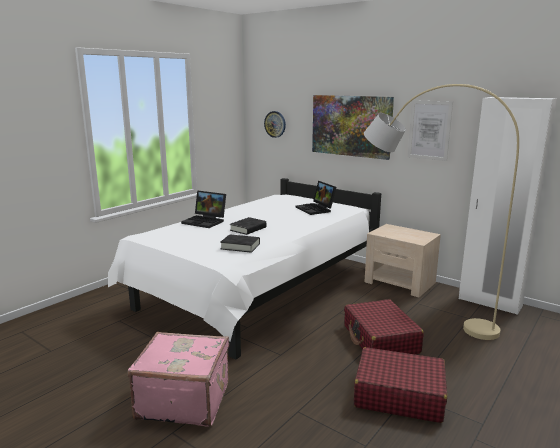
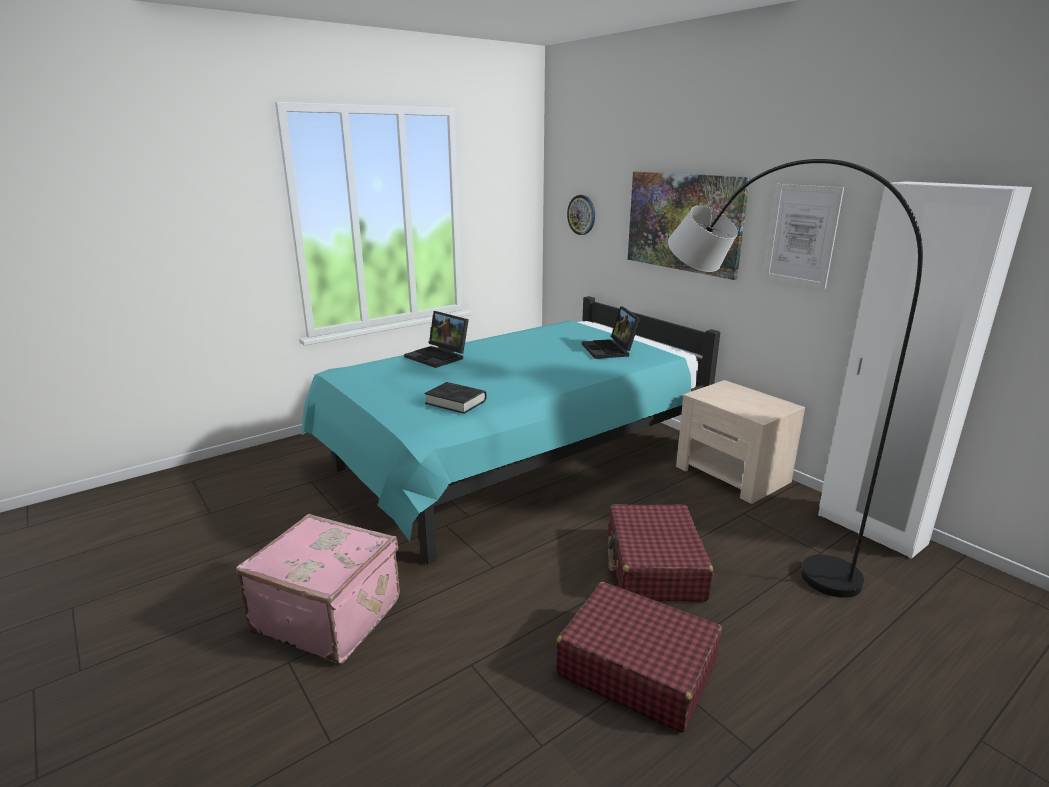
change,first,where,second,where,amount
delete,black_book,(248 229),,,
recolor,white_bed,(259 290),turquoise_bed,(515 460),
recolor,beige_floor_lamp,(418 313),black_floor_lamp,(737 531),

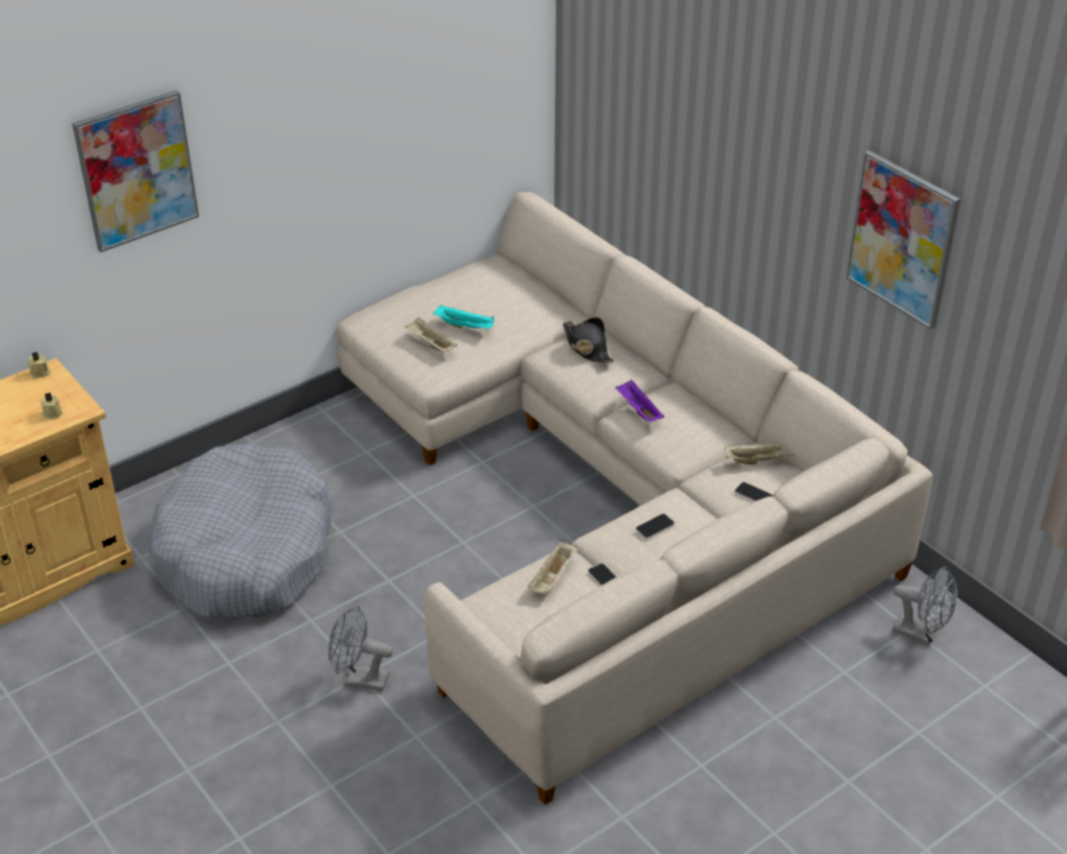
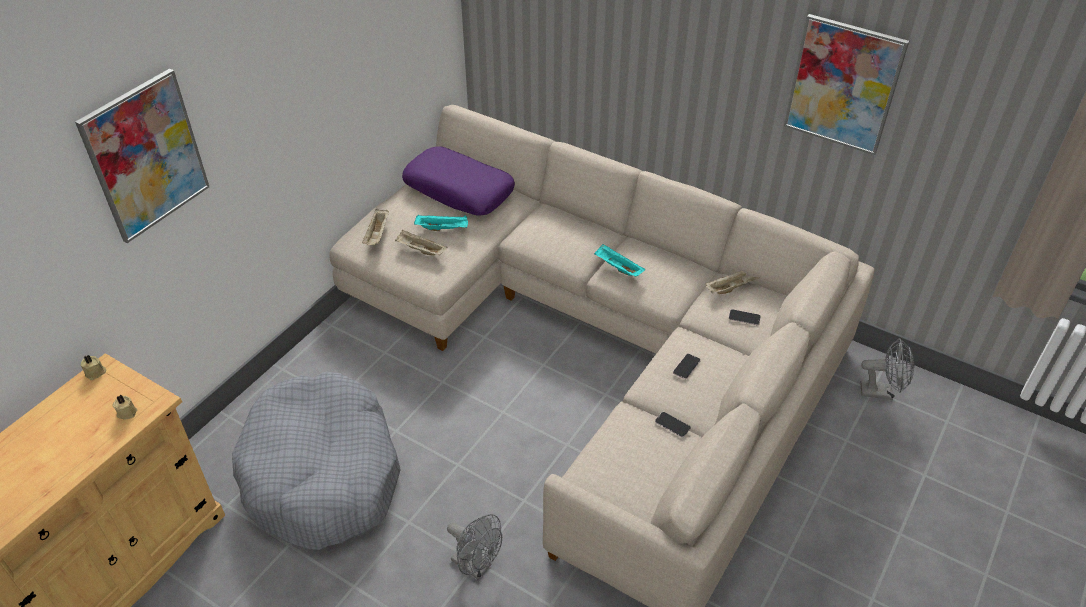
change,first,where,second,where,amount
delete,black_hat,(587 347),,,
insert,,,purple_pillow,(459 190),
move,beige_tray,(553 578),,(377 235),
recolor,purple_tray,(638 410),turquoise_tray,(617 268),
rotate,grey_fan,(359 679),,(476 566),135 degrees counterclockwise

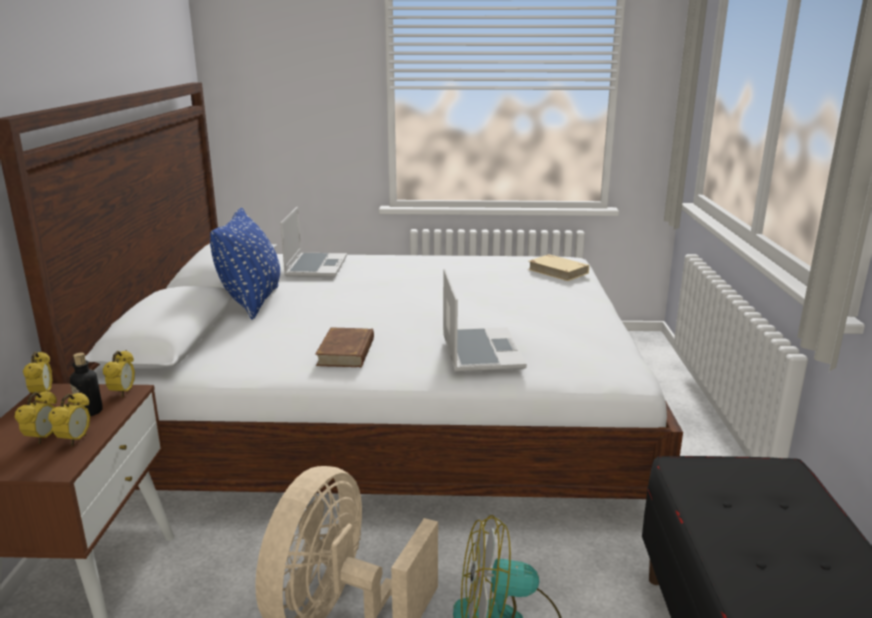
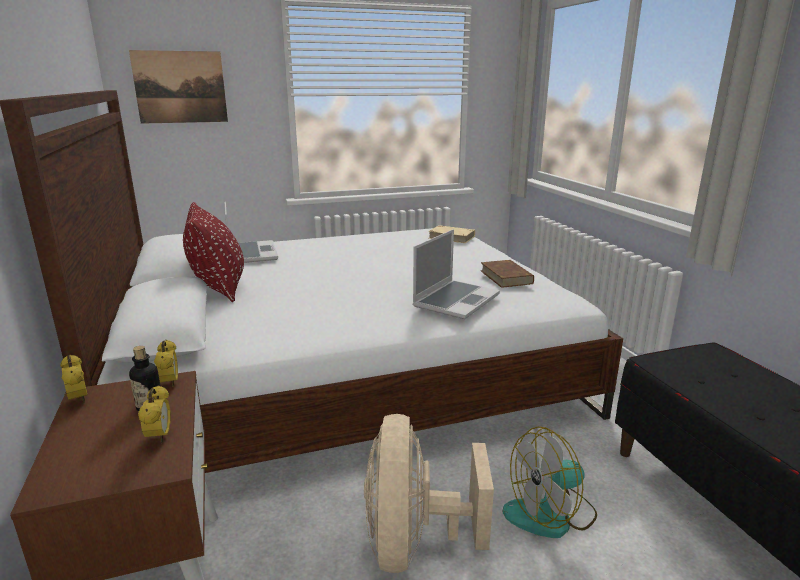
change,first,where,second,where,amount
delete,alarm_clock,(43 438),,,
insert,,,picture,(180 87),
move,brown_book,(346 352),,(506 277),
recolor,blue_pillow,(252 302),red_pillow,(219 288),
rotate,laptop,(479 351),,(456 300),60 degrees clockwise

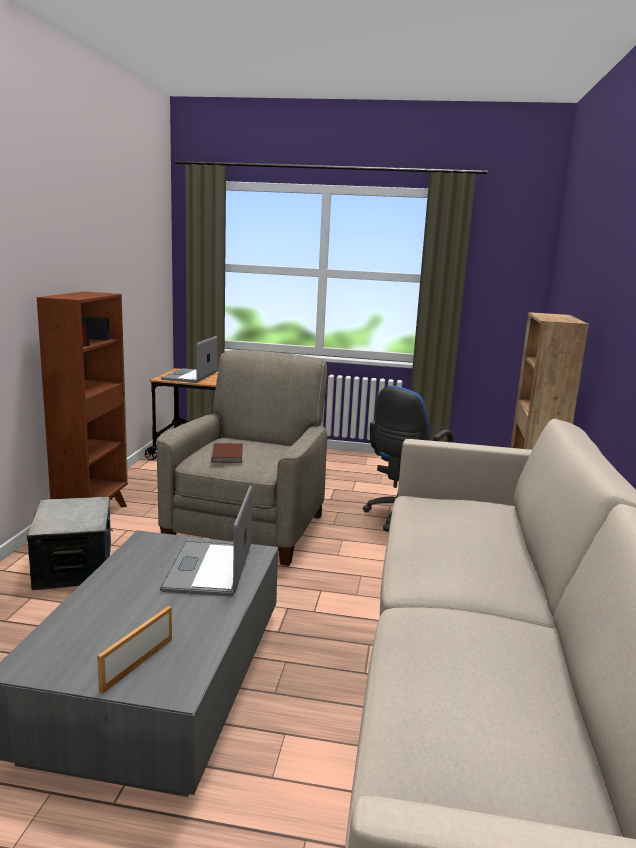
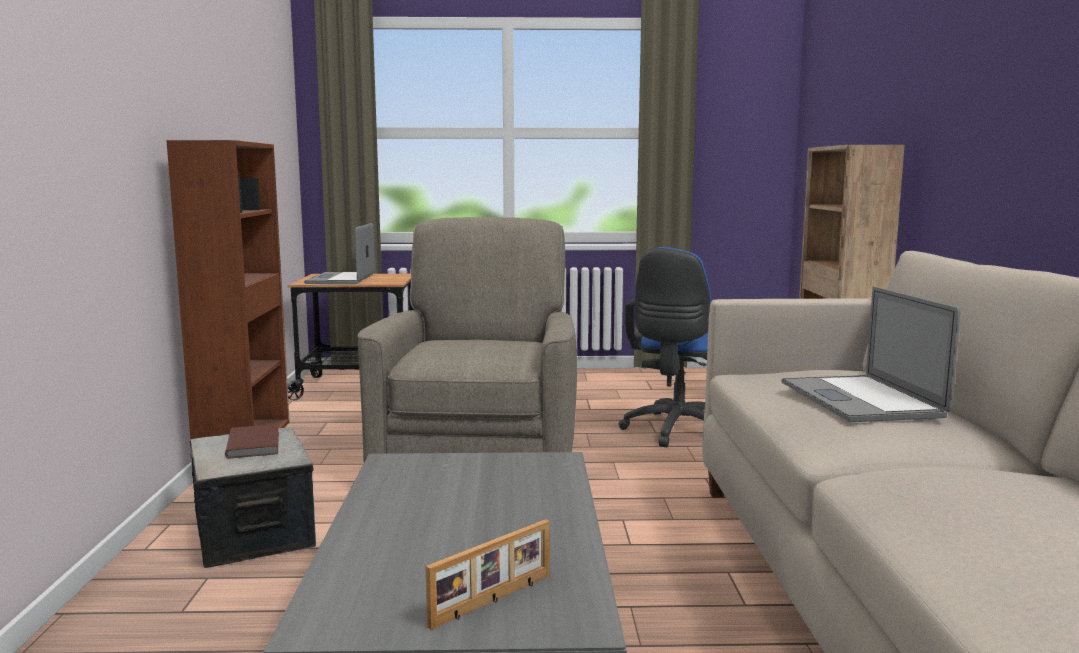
change,first,where,second,where,amount
move,laptop,(209 568),,(860 399),
move,brown_book,(228 455),,(255 444),
rotate,picture_frame,(136 664),,(493 601),150 degrees counterclockwise

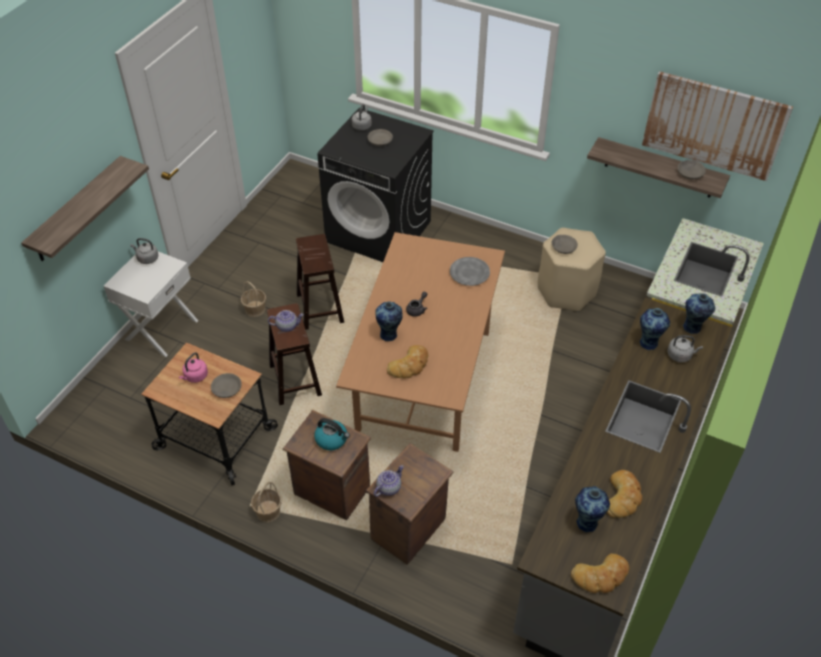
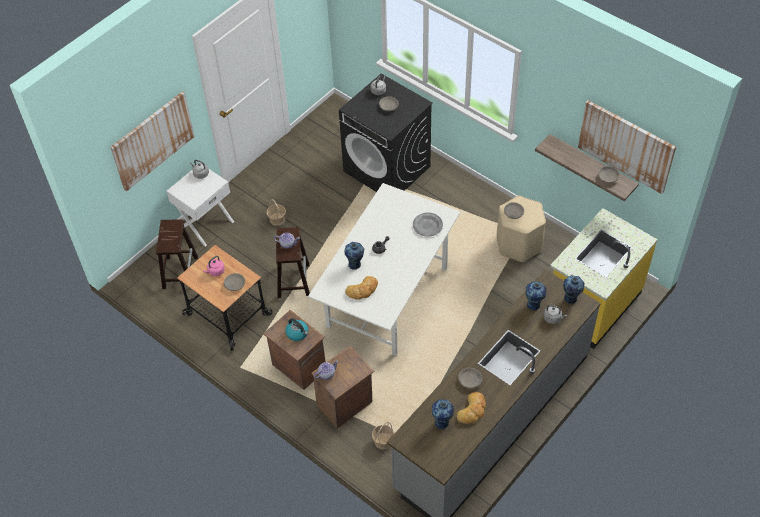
change,first,where,second,where,amount
delete,bread,(601 576),,,
insert,,,grey_bowl,(470 380),
move,basket,(268 511),,(383 441),
move,brown_stool,(319 307),,(180 271),
replace,shelf,(77 210),picture,(153 140),
recolor,brown_dining_table,(424 379),white_dining_table,(387 296),

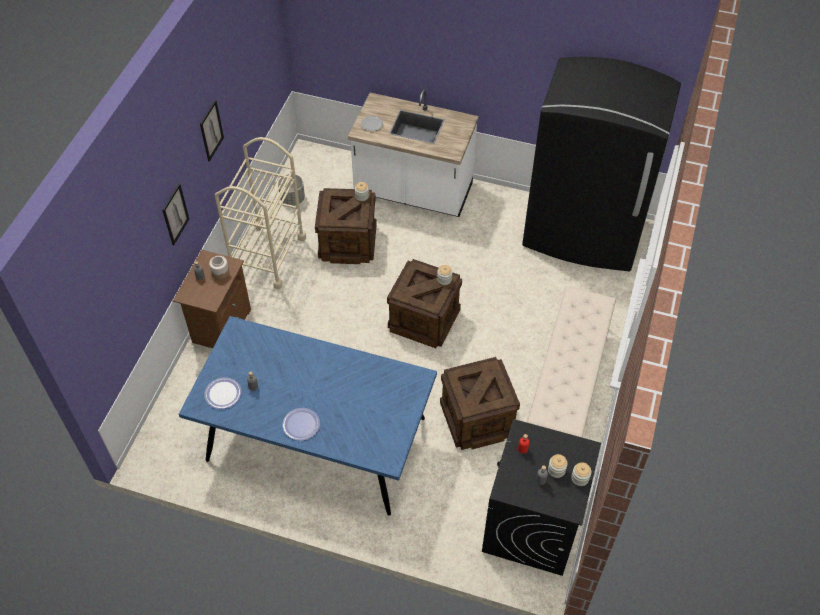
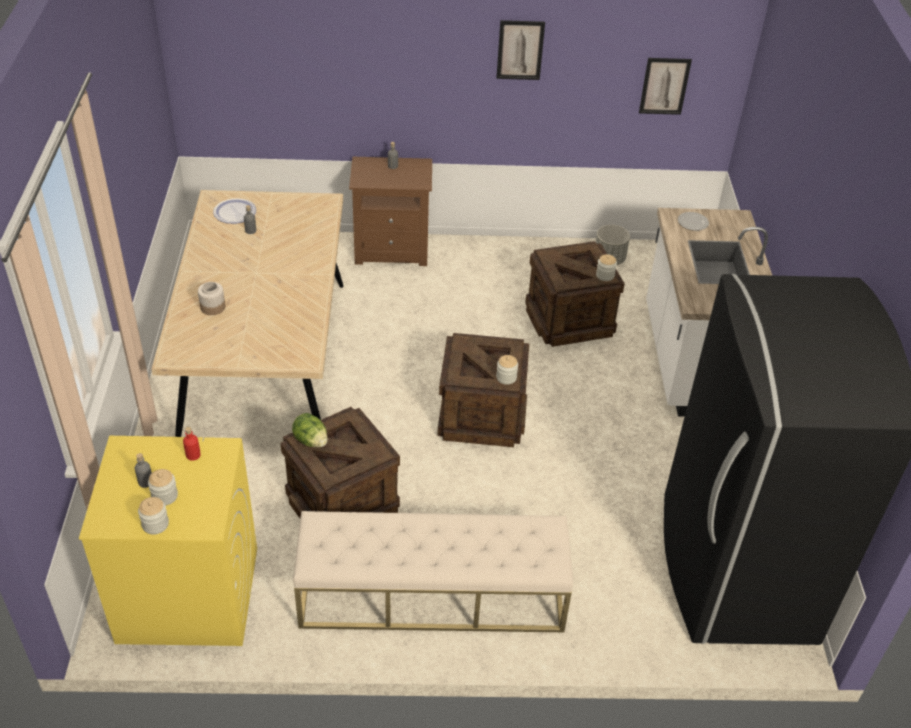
change,first,where,second,where,amount
delete,beige_cart,(268 256),,,
delete,plate,(301 425),,,
insert,,,lettuce,(311 441),
move,picture,(175 214),,(664 86),
move,jar,(220 272),,(213 307),
recolor,blue_dining_table,(315 439),beige_dining_table,(265 358),
recolor,black_washing_machine,(532 525),yellow_washing_machine,(187 594),

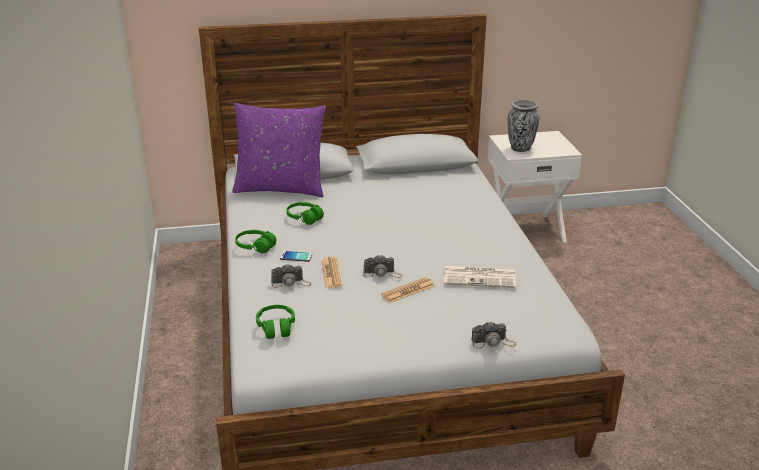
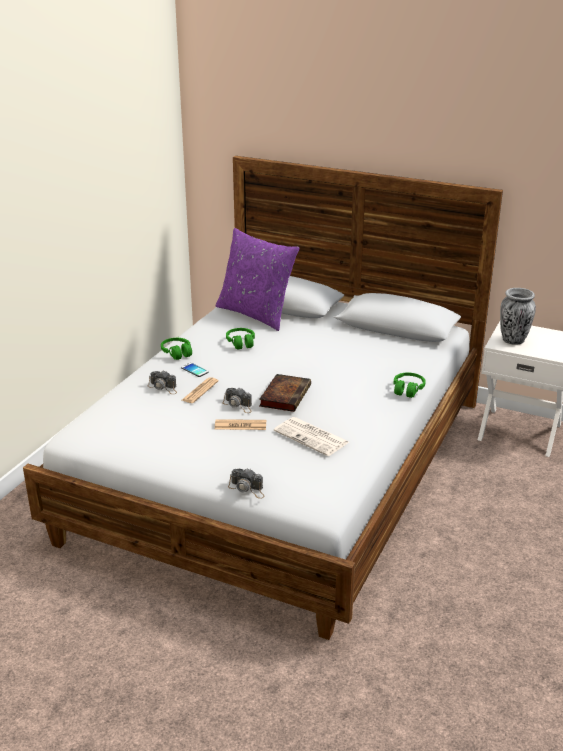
change,first,where,second,where,amount
insert,,,book,(285 395),
move,green_headphones,(276 327),,(408 390),

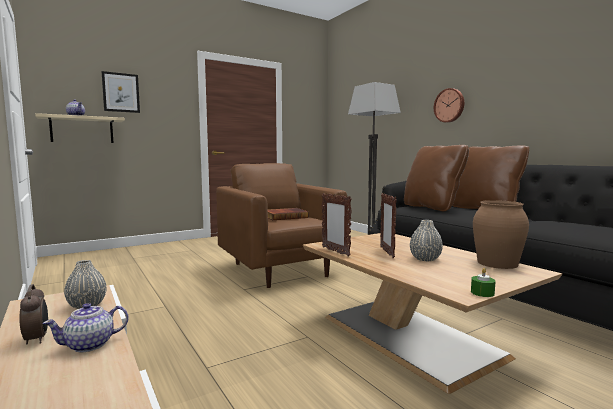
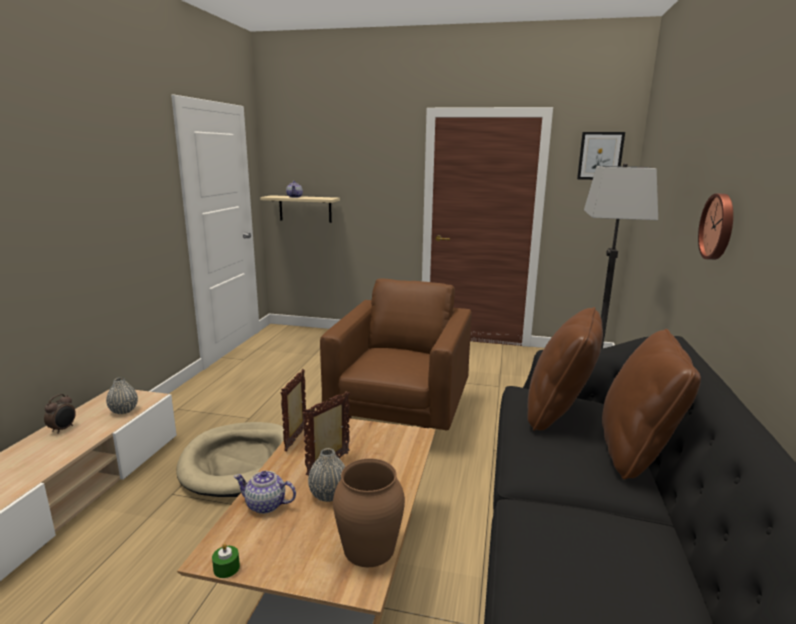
change,first,where,second,where,amount
delete,book,(285 216),,,
insert,,,beige_dog_bed,(240 462),
move,teapot,(90 345),,(266 505),
move,picture,(121 92),,(600 156),

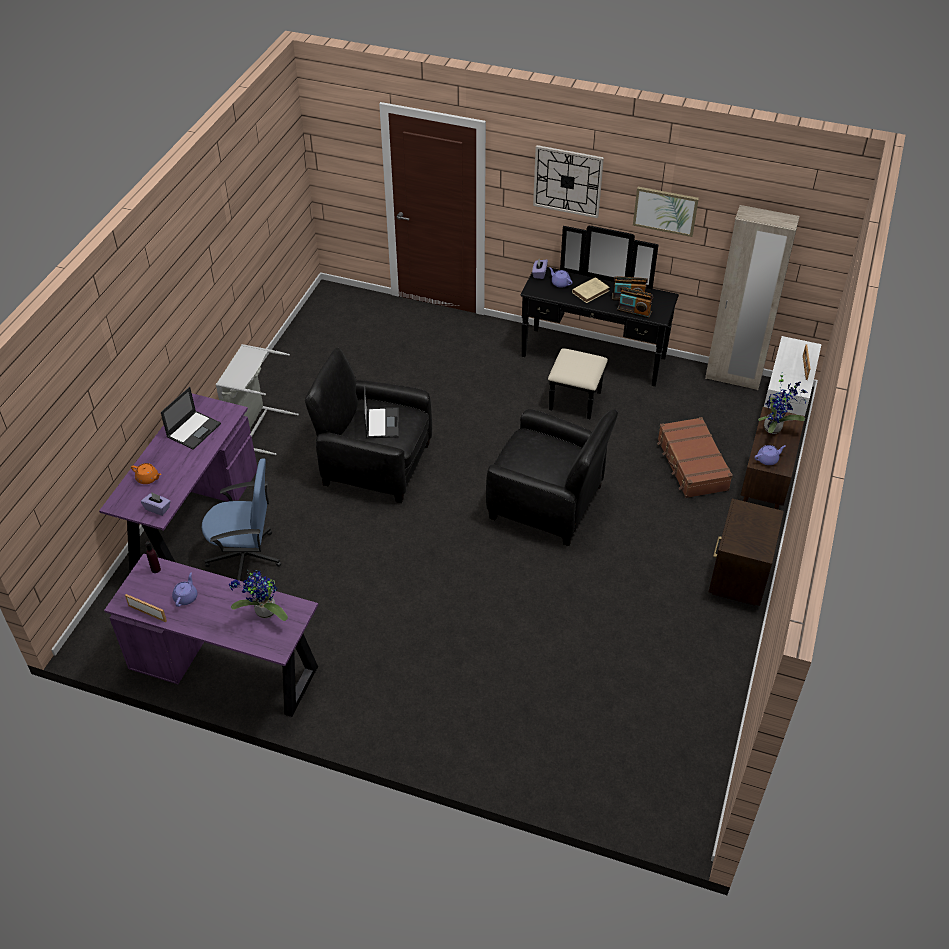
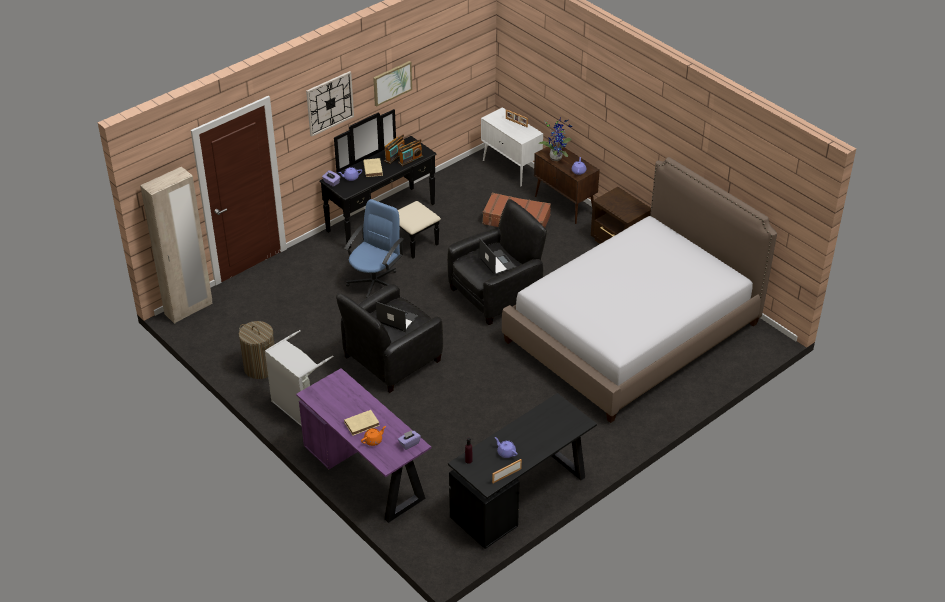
change,first,where,second,where,amount
delete,potted_plant,(263 613),,,
insert,,,laundry_basket,(260 368),
insert,,,beige_book,(362 423),
insert,,,bed,(632 332),
move,laptop,(194 430),,(497 262),
move,blue_office_chair,(246 557),,(375 283),
move,beige_wardrobe,(733 378),,(189 309),
recolor,purple_desk,(227 668),black_desk,(522 496),

